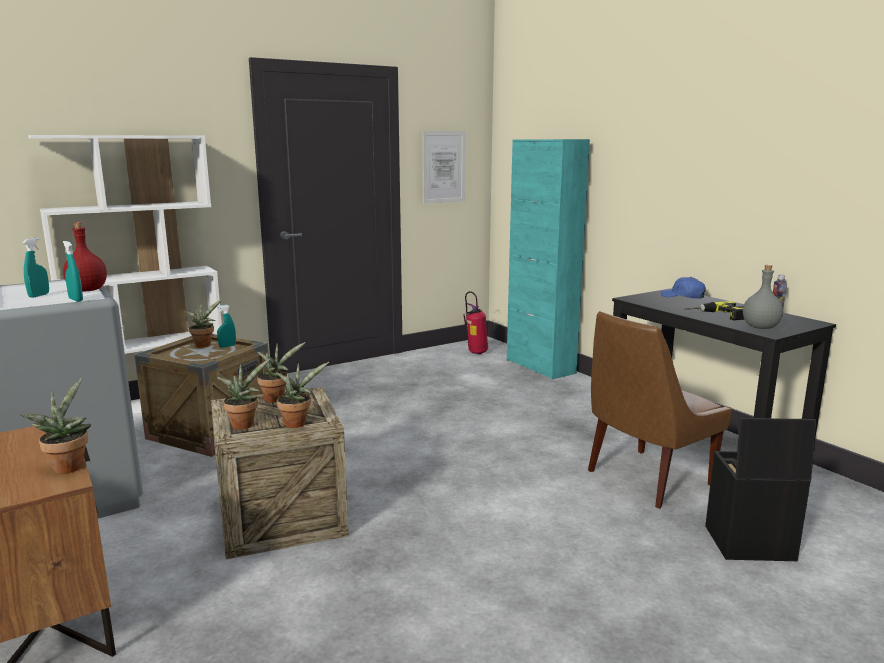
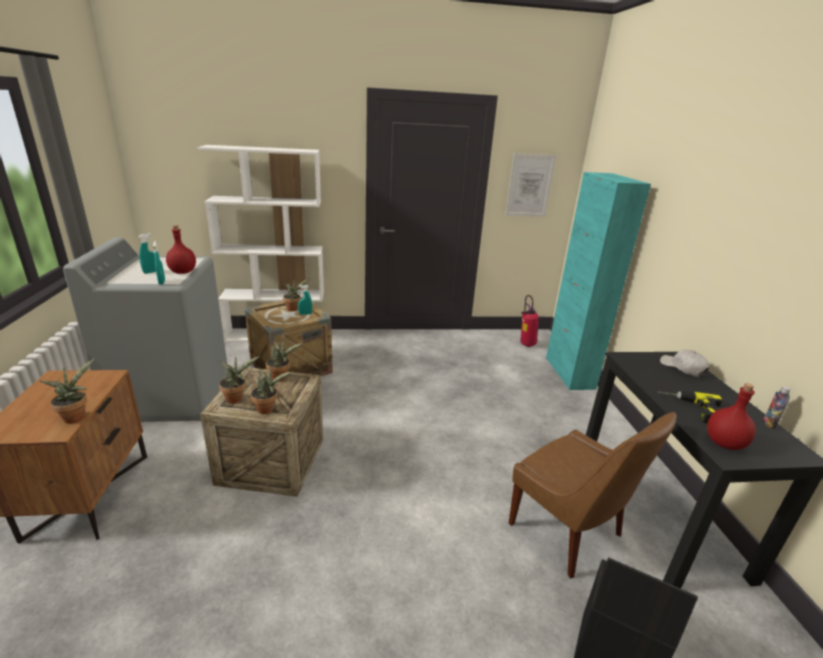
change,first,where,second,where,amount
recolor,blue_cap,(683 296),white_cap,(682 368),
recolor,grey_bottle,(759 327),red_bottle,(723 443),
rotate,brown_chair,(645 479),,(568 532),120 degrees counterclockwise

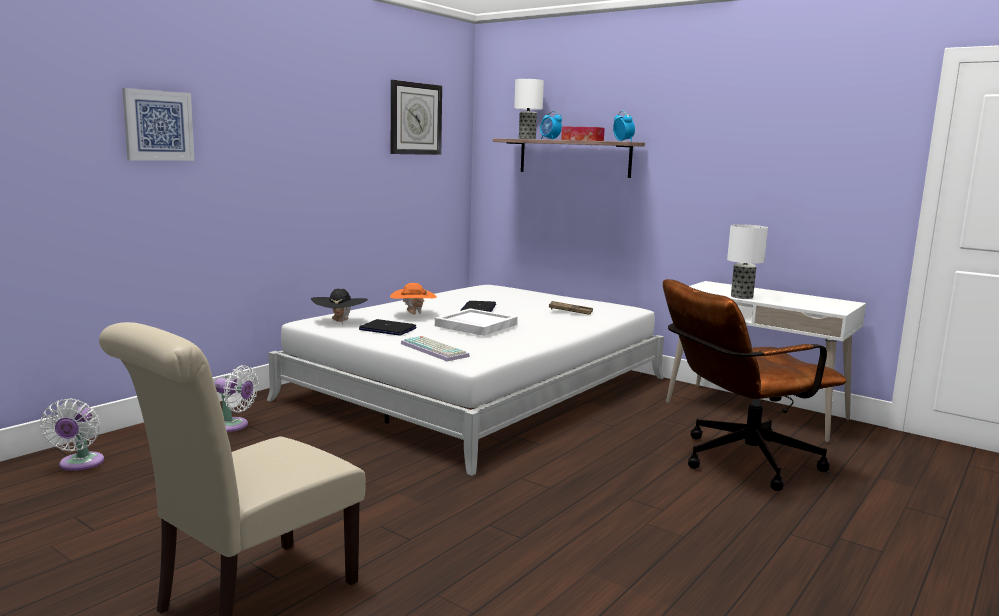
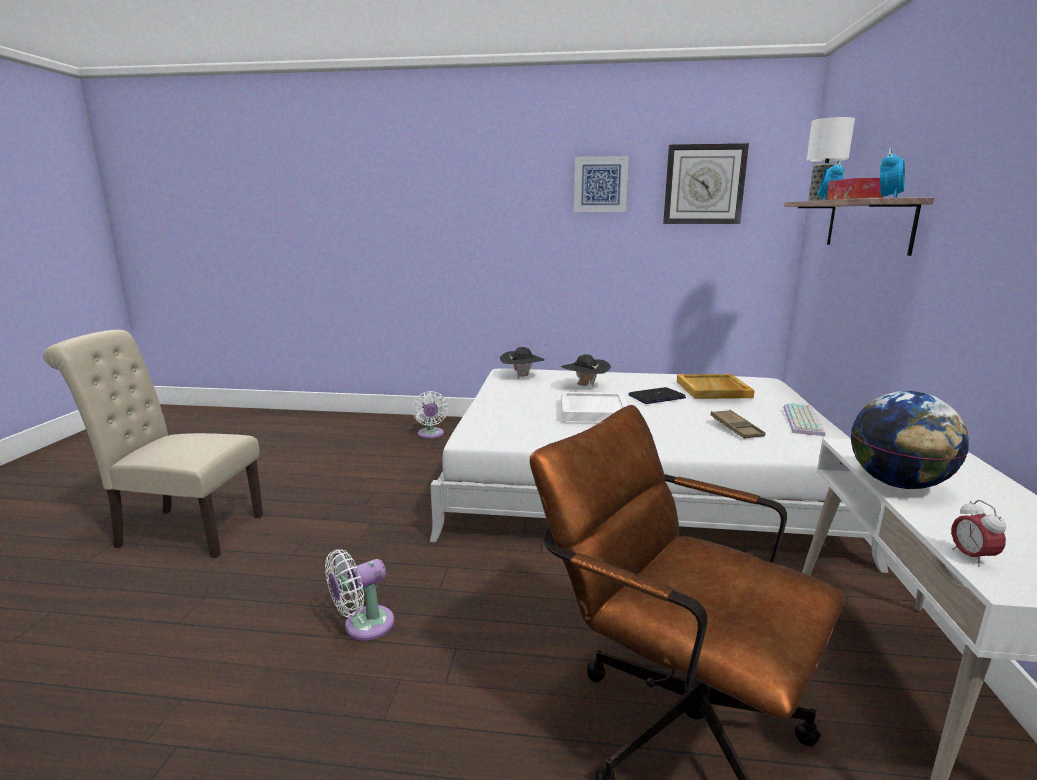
change,first,where,second,where,amount
delete,laptop,(387 329),,,
insert,,,beige_tray,(714 389),
insert,,,alarm_clock,(971 557),
move,white_fan,(79 464),,(364 626),
move,picture,(158 125),,(600 184),
move,keyboard,(436 350),,(804 421),
replace,table_lamp,(742 297),globe,(897 484),
recolor,orange_hat,(413 314),black_hat,(584 386),

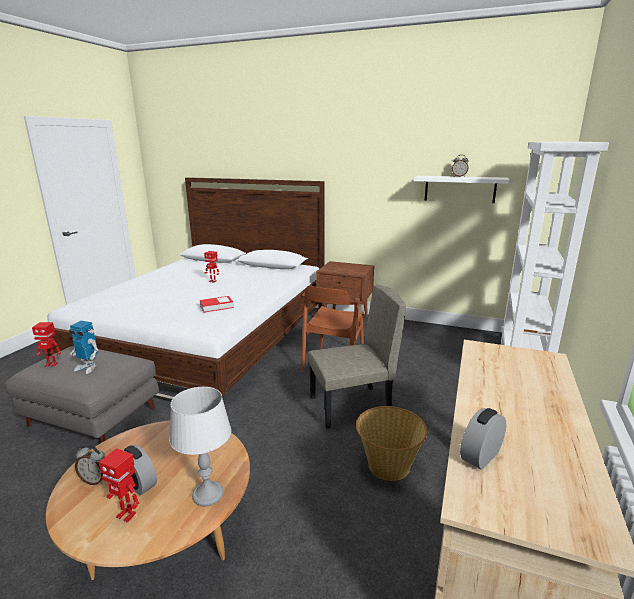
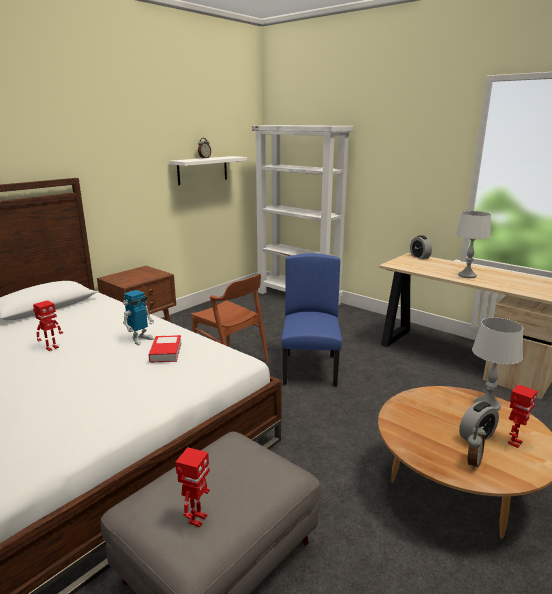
change,first,where,second,where,amount
delete,basket,(388 466),,,
insert,,,grey_table_lamp,(467 275),
move,toy_robot,(88 367),,(140 339),
move,alarm_clock,(480 456),,(419 257),
recolor,beige_chair,(351 407),blue_chair,(310 369),

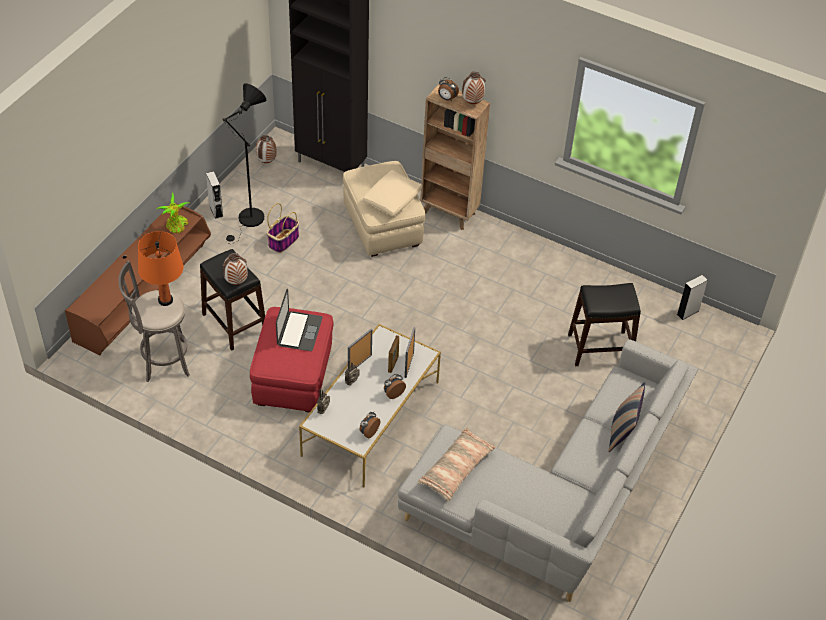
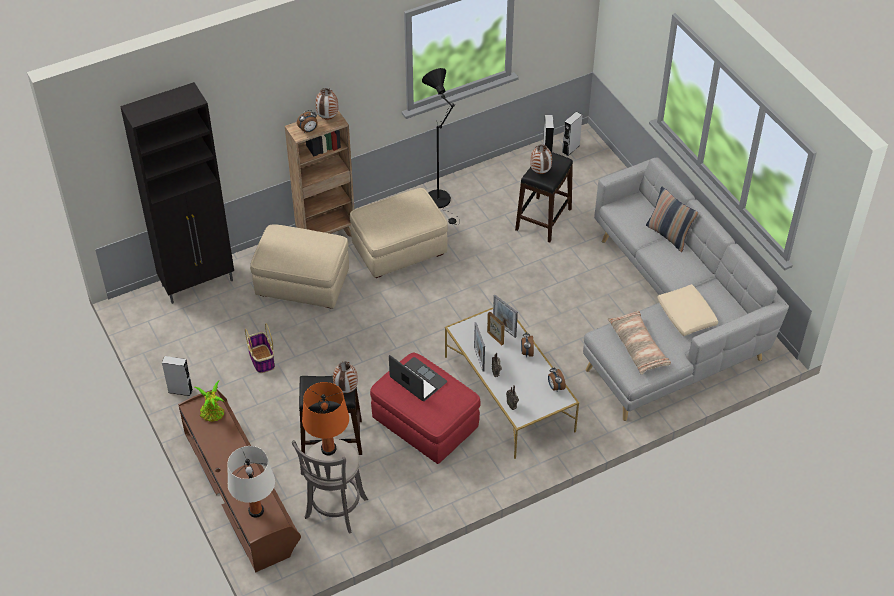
change,first,where,second,where,amount
insert,,,white_table_lamp,(256 510),
insert,,,beige_ottoman,(400 250),
insert,,,grey_speaker,(570 149),
move,black_floor_lamp,(249 221),,(441 202),
move,vase,(266 162),,(540 172),
move,beige_pillow,(392 199),,(686 316),

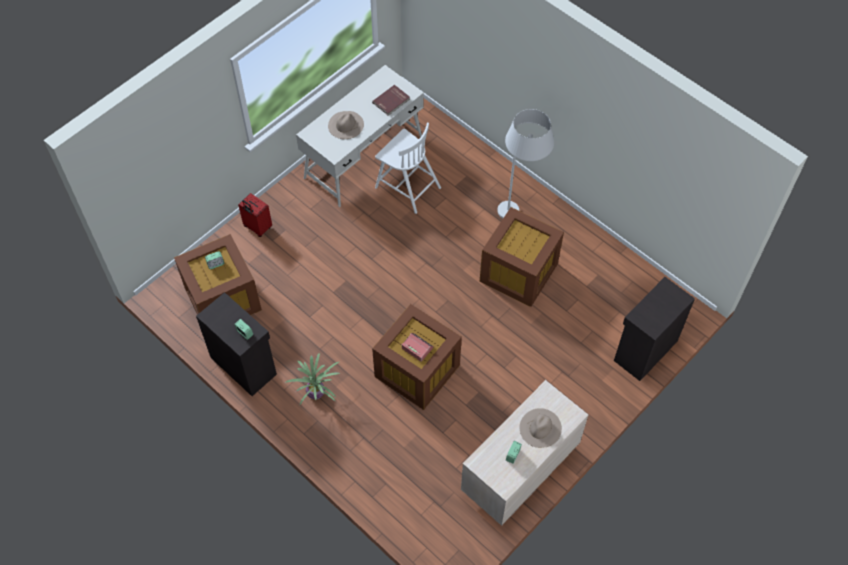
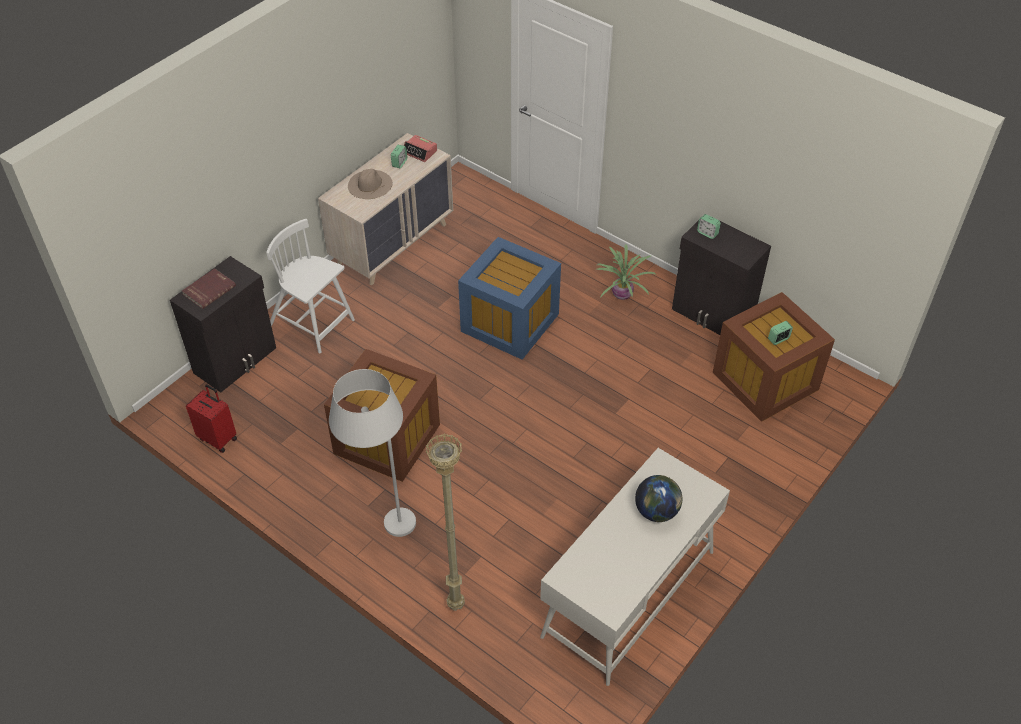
change,first,where,second,where,amount
insert,,,beige_floor_lamp,(454 604),
move,red_suitcase,(257 227),,(218 438),
move,red_book,(391 101),,(208 289),
move,white_chair,(407 187),,(313 323),
move,alarm_clock,(417 348),,(420 152),
replace,beige_hat,(345 125),globe,(656 511),
recolor,brown_storage_box,(417 369),blue_storage_box,(510 324),

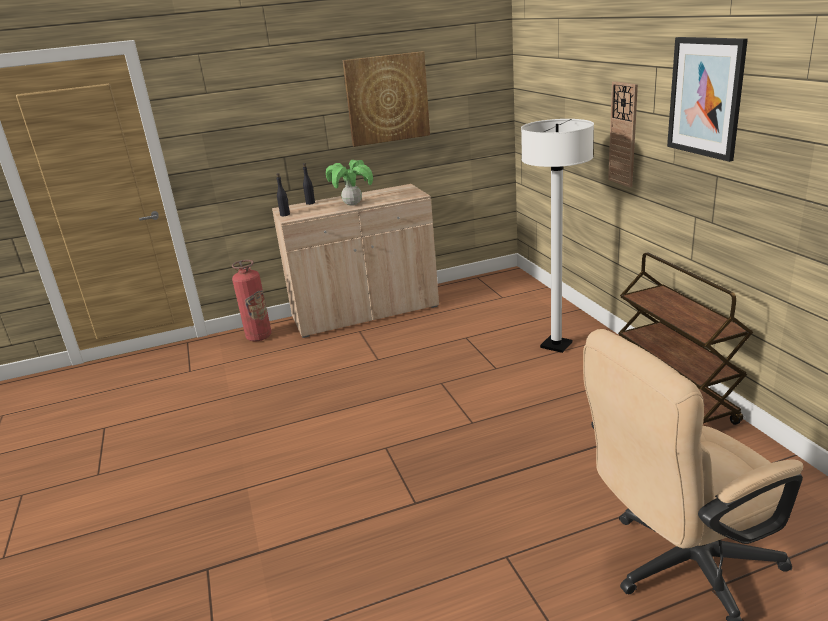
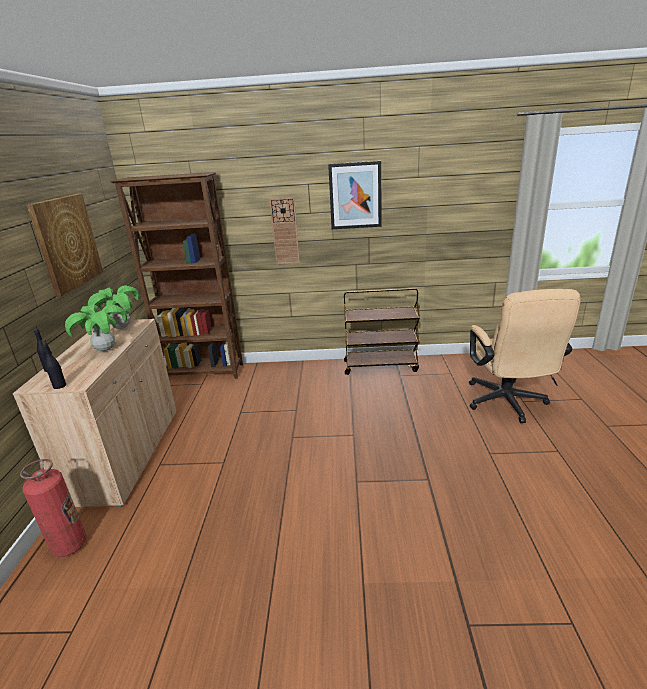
change,first,where,second,where,amount
delete,white_floor_lamp,(556 345),,,
insert,,,potted_plant,(121 327),
insert,,,brown_bookcase,(204 373),

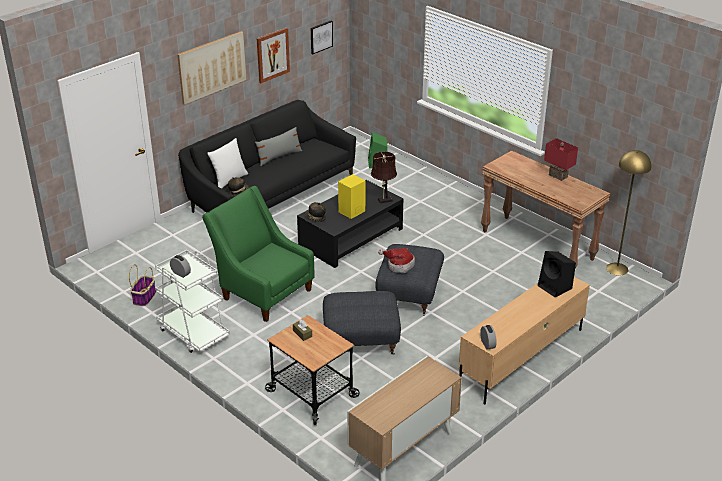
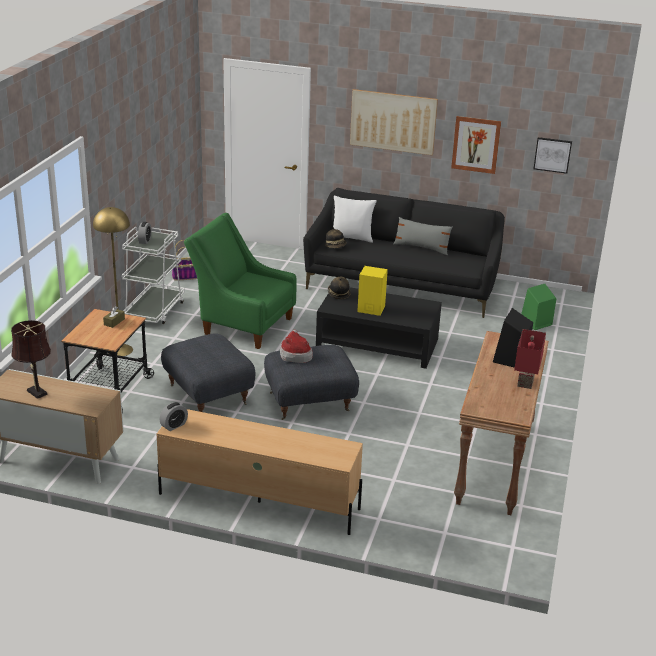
change,first,where,second,where,amount
move,brown_table_lamp,(383 200),,(36 391),
move,black_speaker,(555 287),,(510 359),
move,yellow_floor_lamp,(617 268),,(120 350),
rotate,green_armchair,(262 292),,(242 324),75 degrees counterclockwise

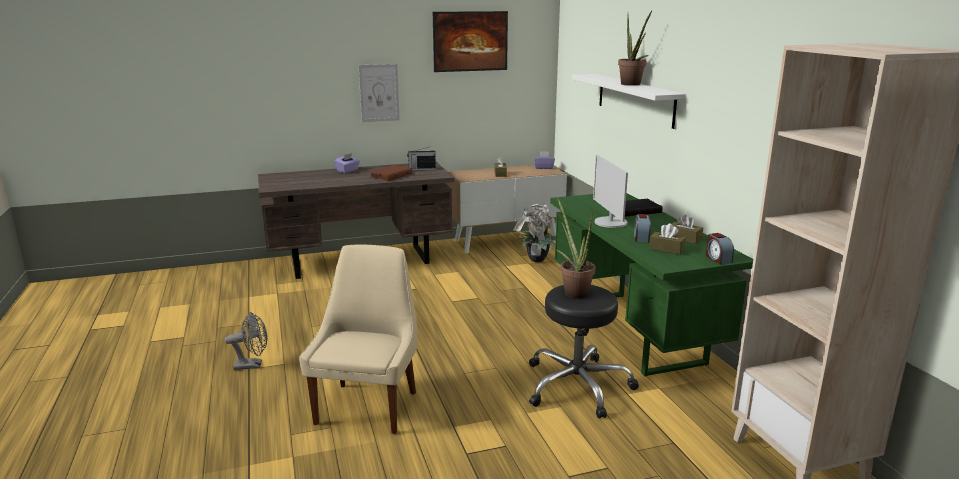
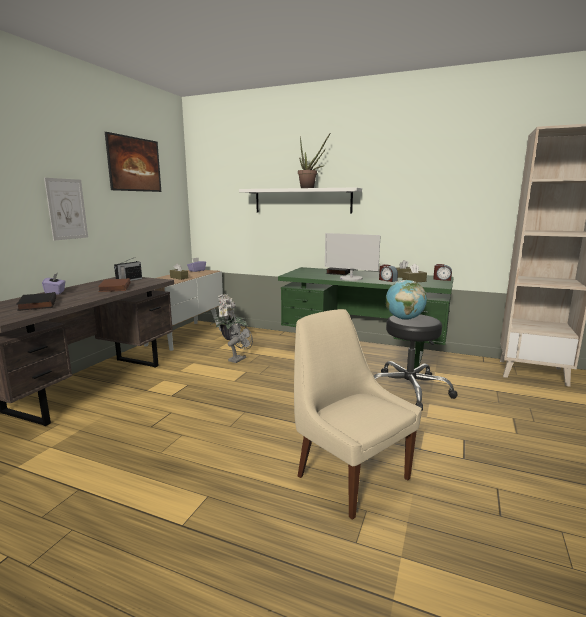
change,first,where,second,where,amount
insert,,,black_book,(36 304),
move,grey_fan,(253 365),,(239 358),
replace,potted_plant,(573 291),globe,(404 319),

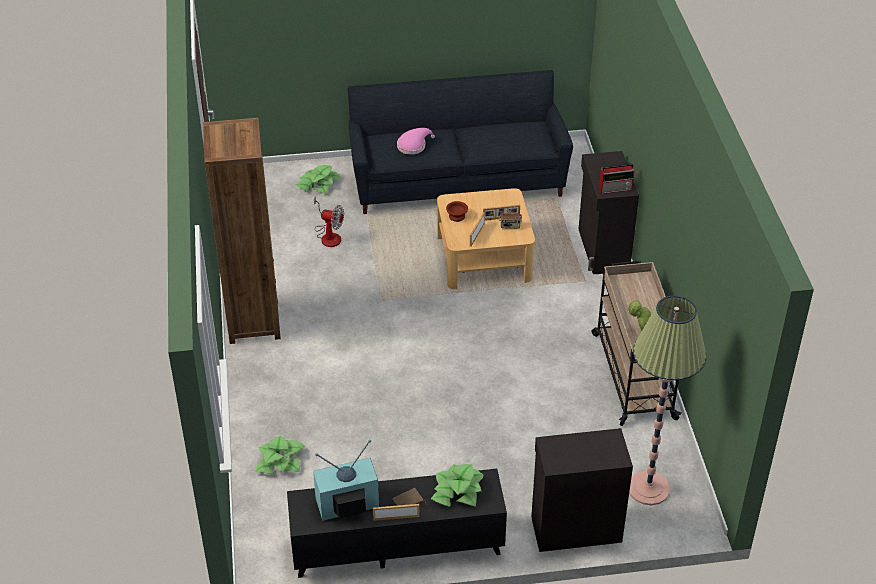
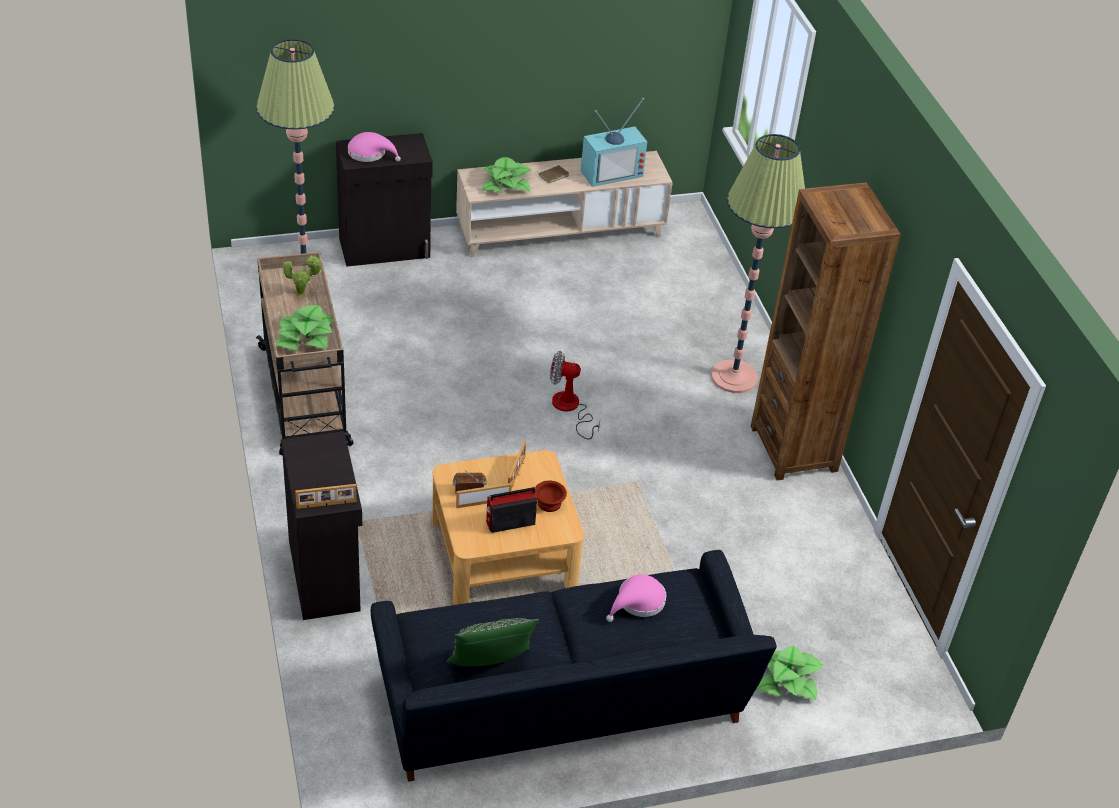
change,first,where,second,where,amount
insert,,,pink_hat,(370 153),
insert,,,green_pillow,(490 664),
insert,,,floor_lamp,(734 377),
move,potted_plant,(280 461),,(305 336),
move,fan,(329 235),,(570 409),
move,picture_frame,(396 517),,(326 505),
move,radio,(616 188),,(509 523),
recolor,black_tv_stand,(397 546),beige_tv_stand,(560 232),

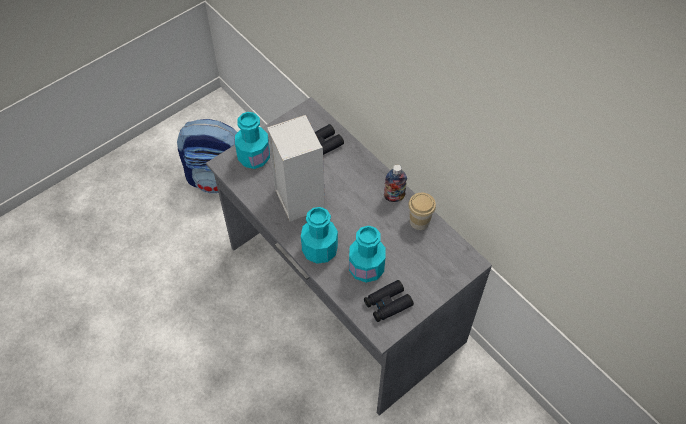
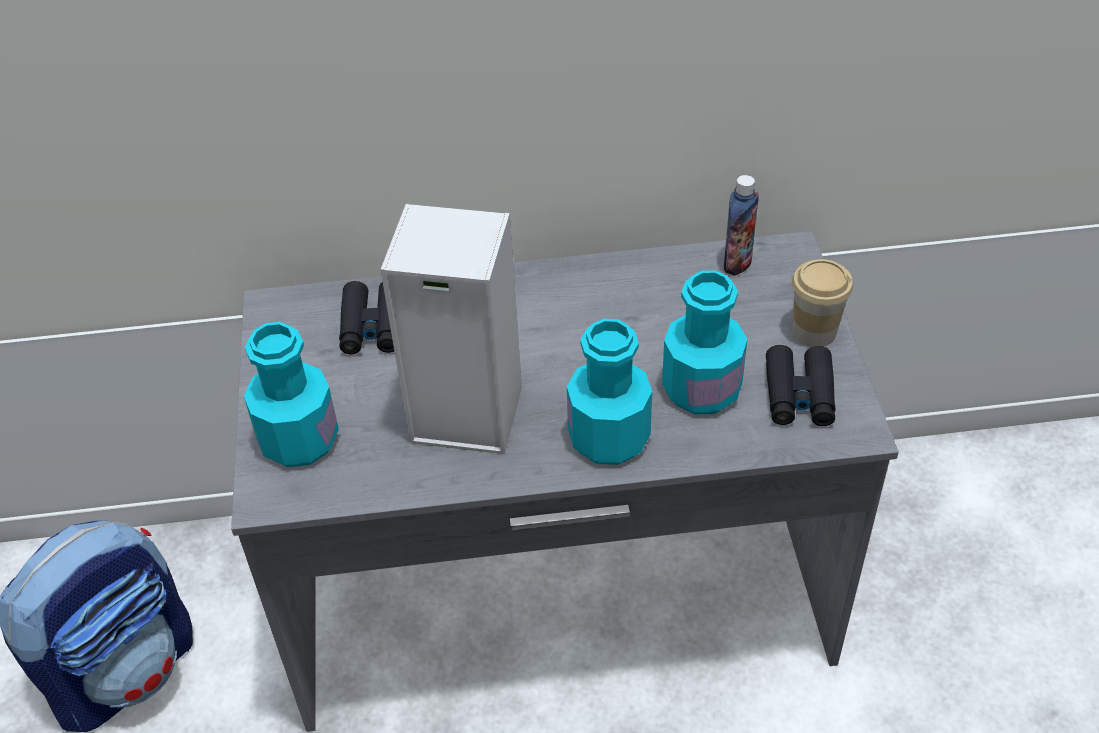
change,first,where,second,where,amount
move,bottle,(394 197),,(737 263),
move,cup,(419 221),,(814 331),

